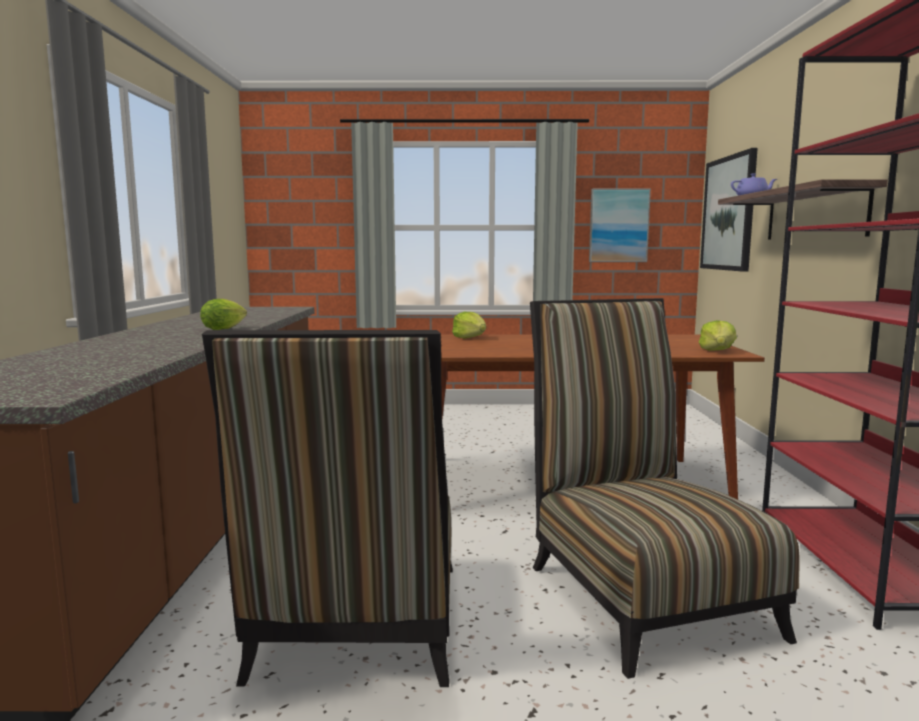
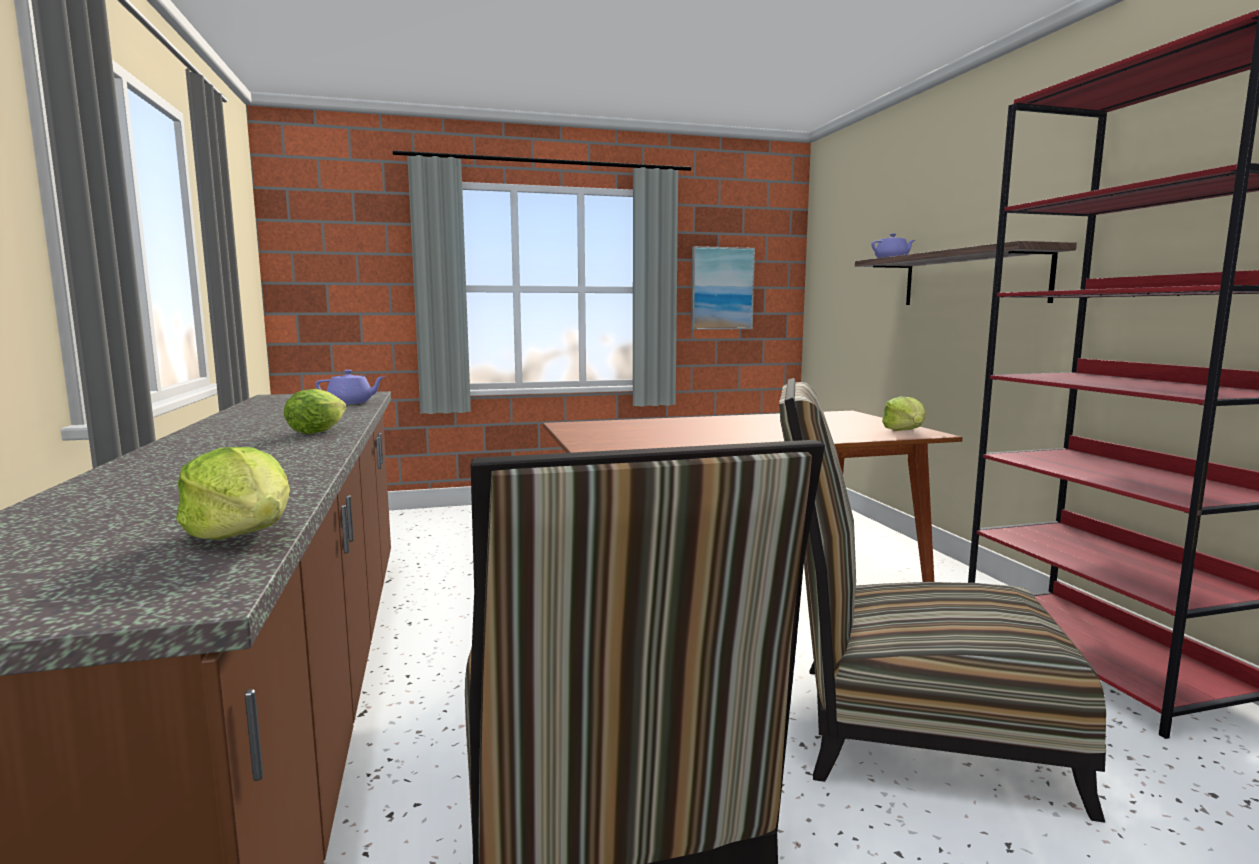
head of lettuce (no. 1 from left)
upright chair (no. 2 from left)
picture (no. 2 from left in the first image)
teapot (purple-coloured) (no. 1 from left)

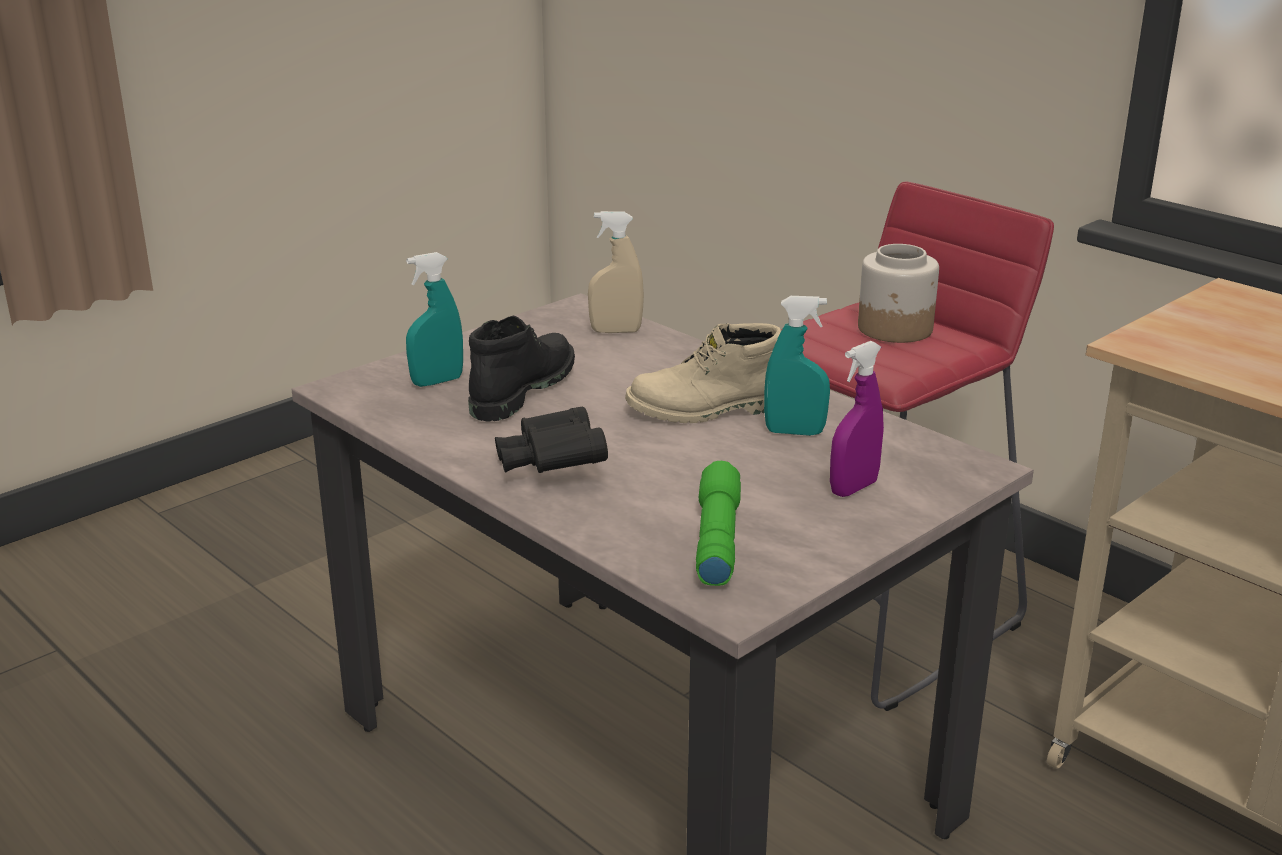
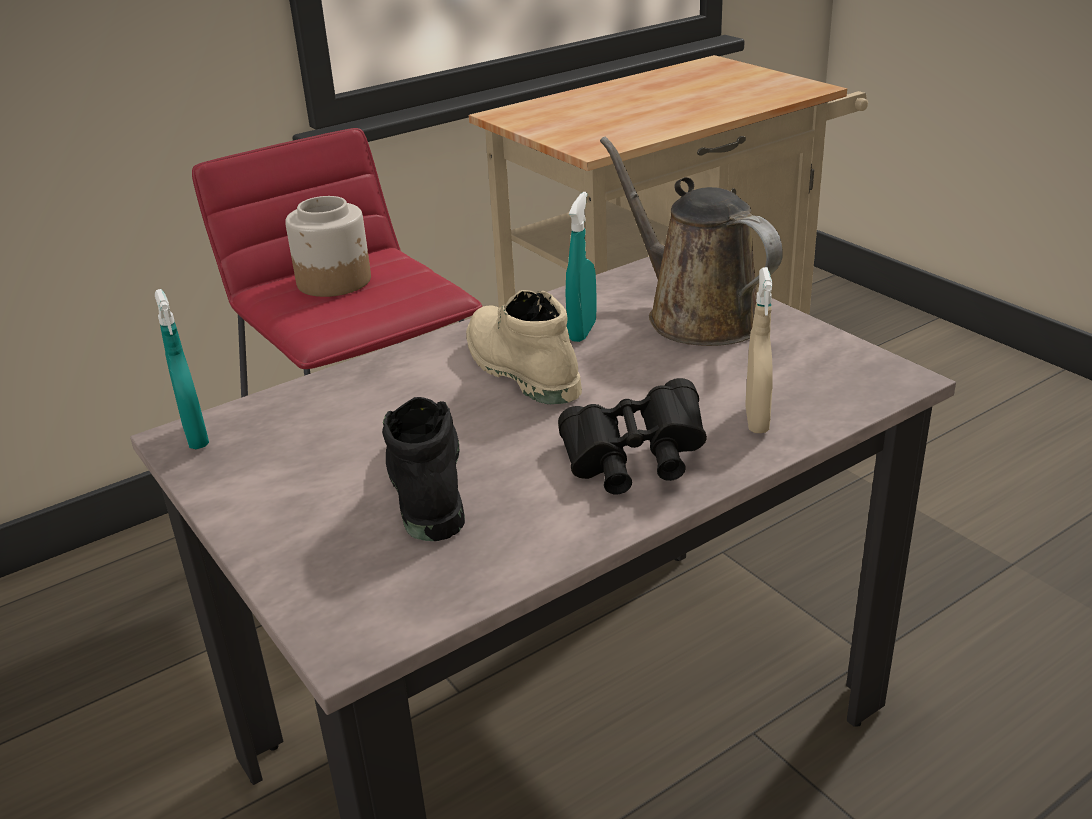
hand sprayer (turquoise-coloured) (no. 1 from left)
tall boot (black-coloured)
hand sprayer (beige-coloured)
tall boot (beige-coloured)
hand torch (green)
watering can (brownish)

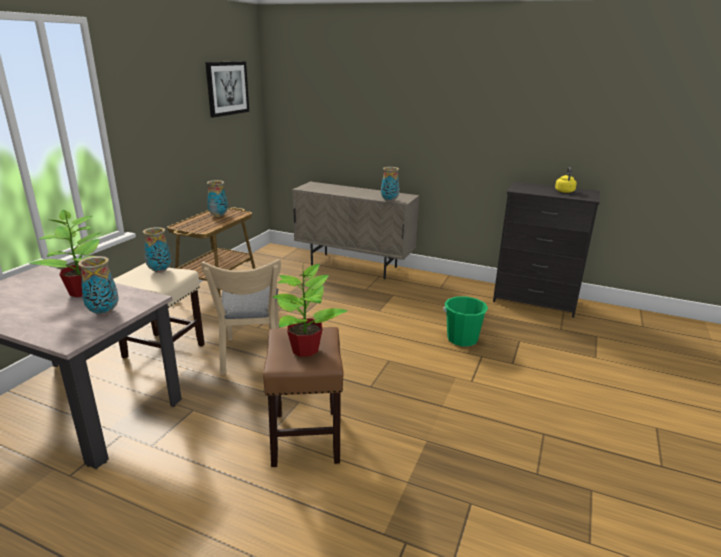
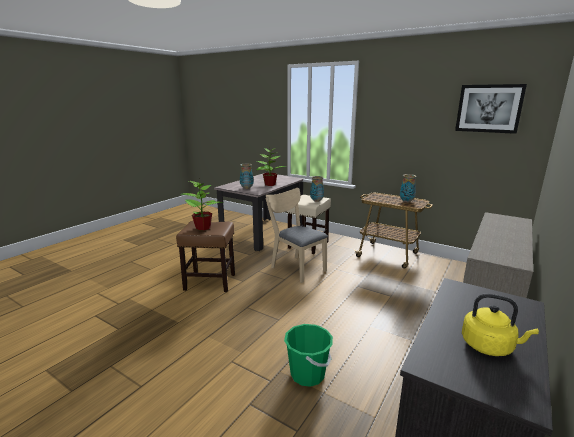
upright chair (beige-coloured)
decorative vase (no. 4 from left in the first image)

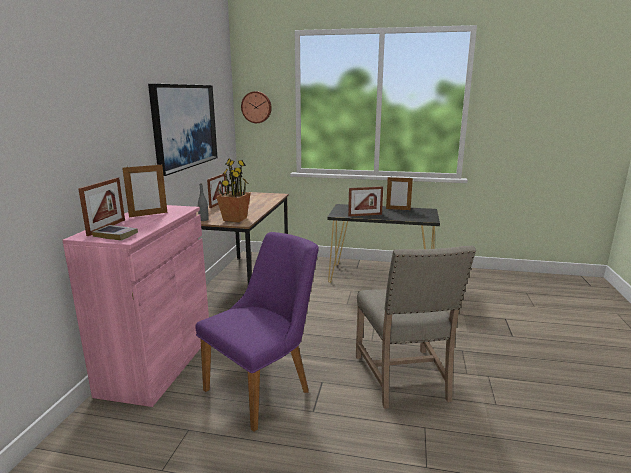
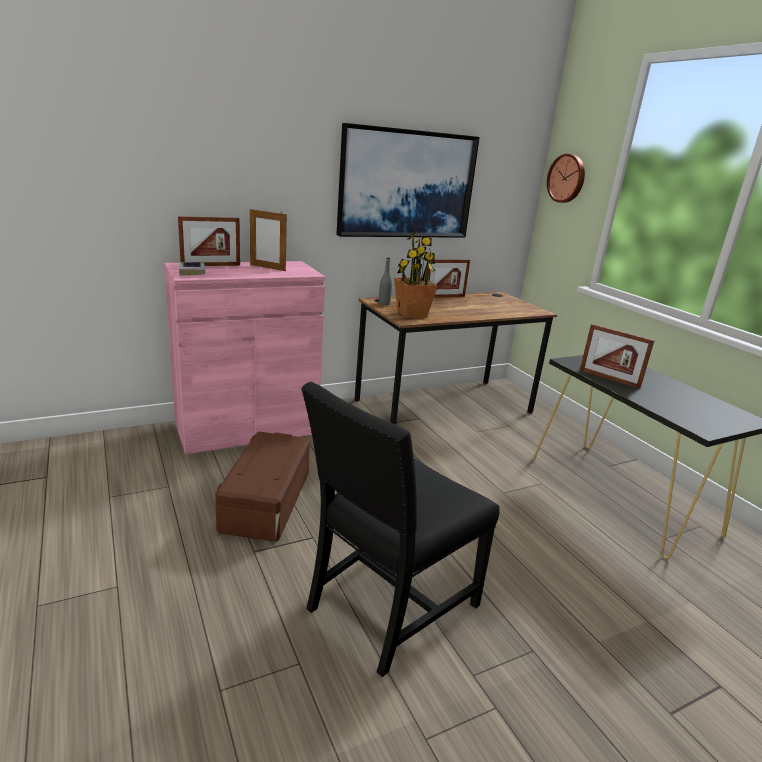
storage box (brownish)
upright chair (black-coloured)
picture frame (no. 5 from left in the first image)

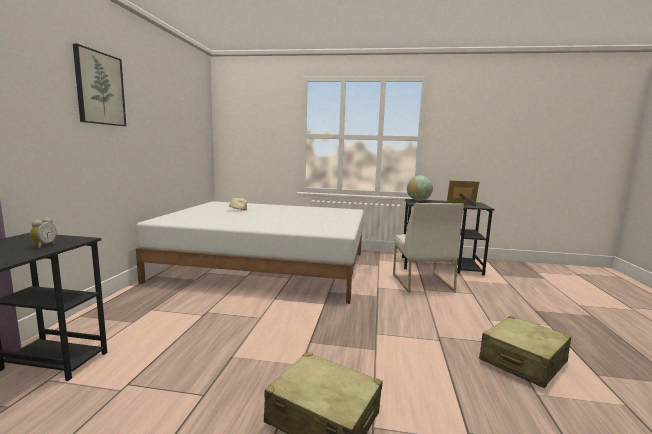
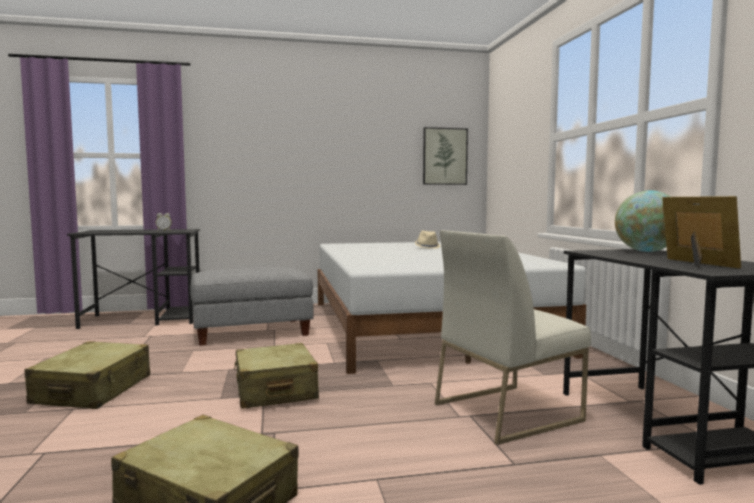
picture
pouffe (gray)
travel case (beige-coloured) (no. 3 from left)

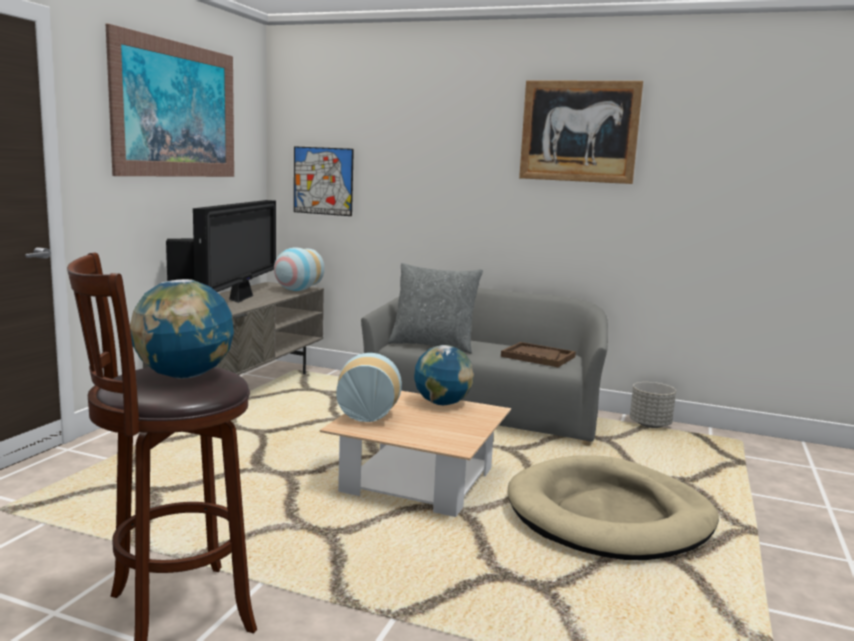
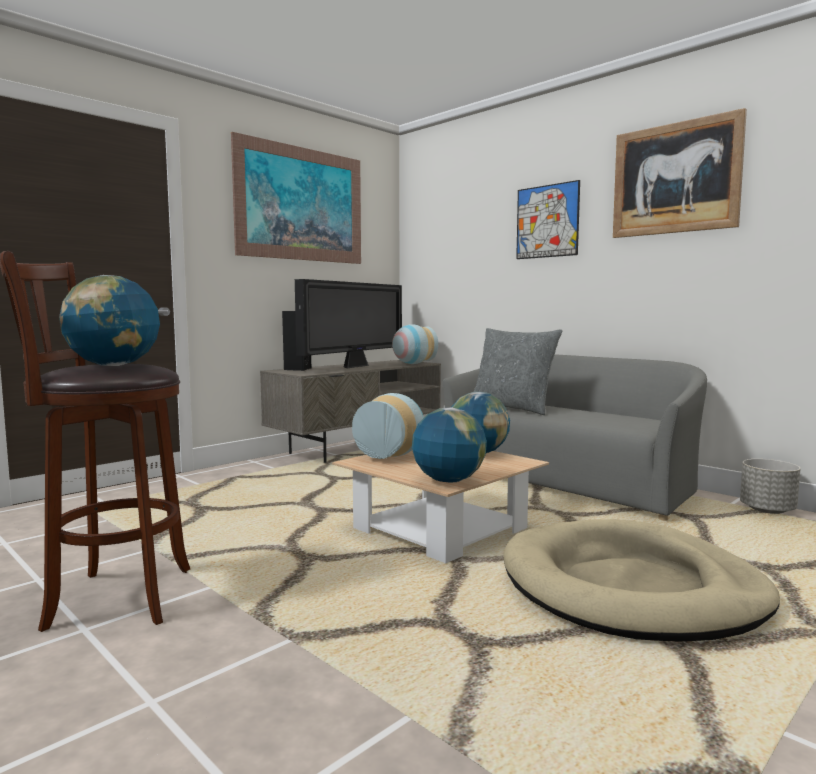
picture (no. 2 from left)
carrying tray (brownish)
desk globe (no. 2 from left)

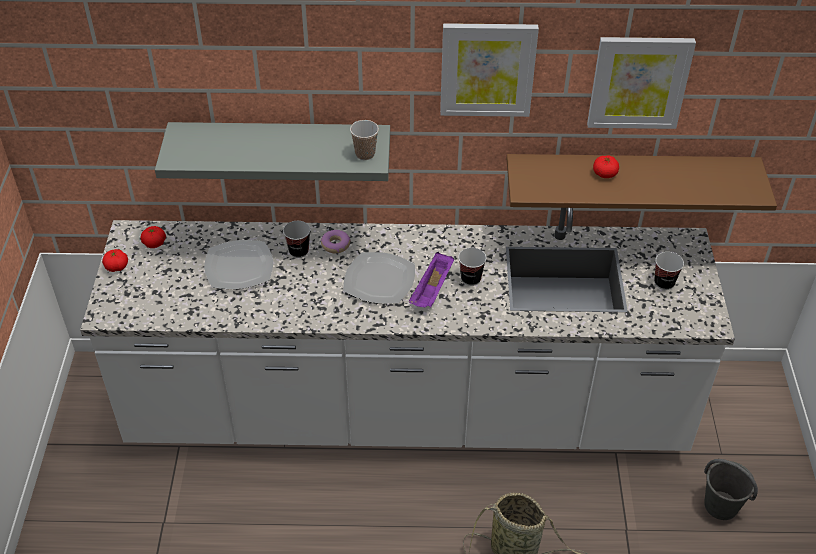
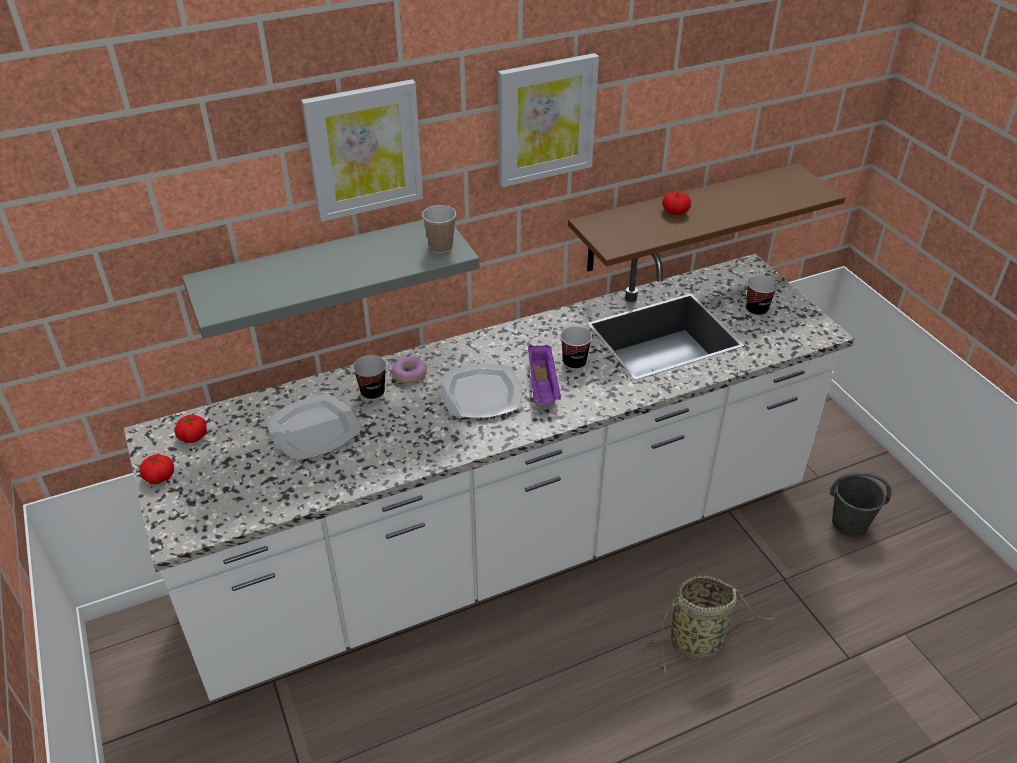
picture (no. 1 from left)

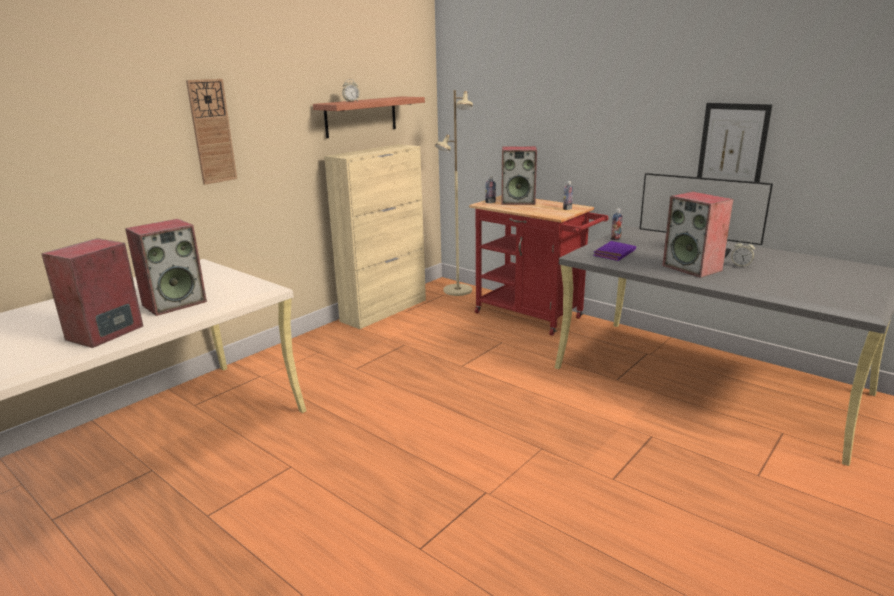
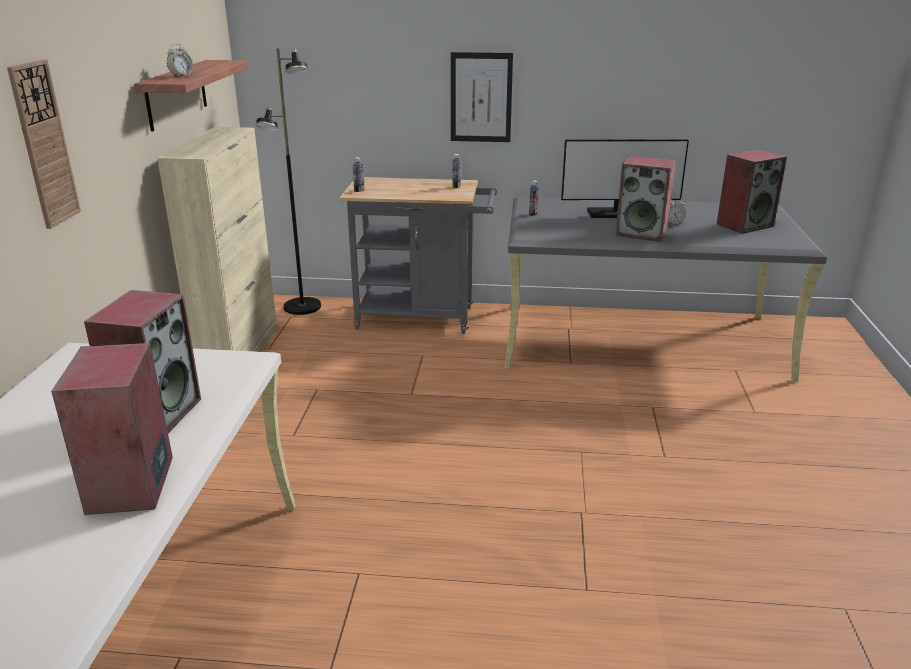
floor lamp (black-coloured)
wheeled cart (gray)
loudspeaker (no. 4 from left)
bound book (purple-coloured)
picture

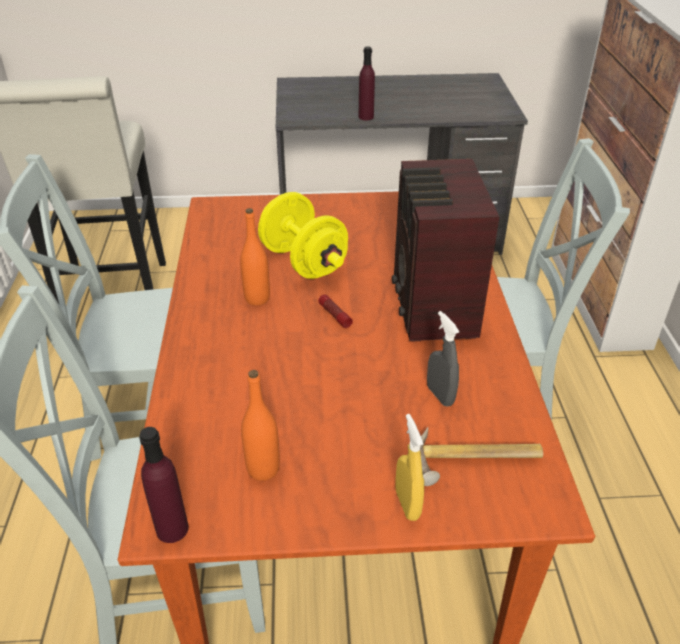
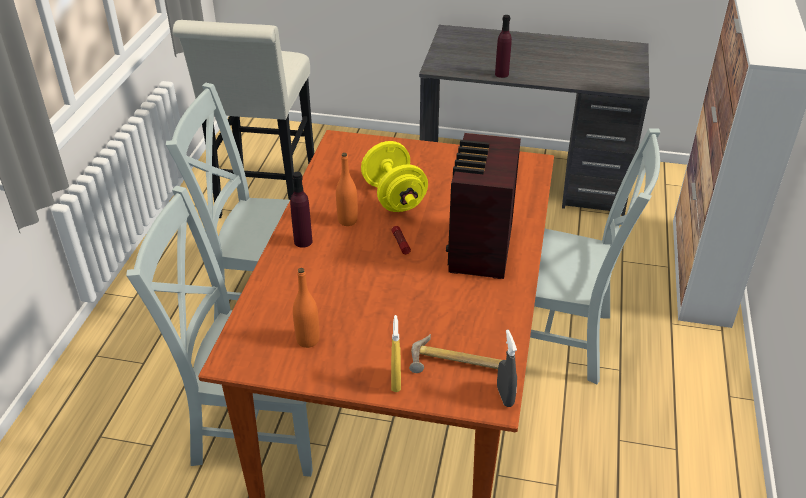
drink bottle (purple-coloured) (no. 1 from left)
hand sprayer (gray)

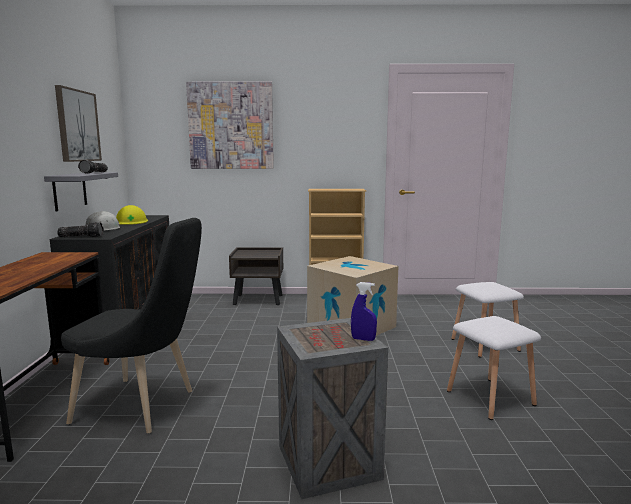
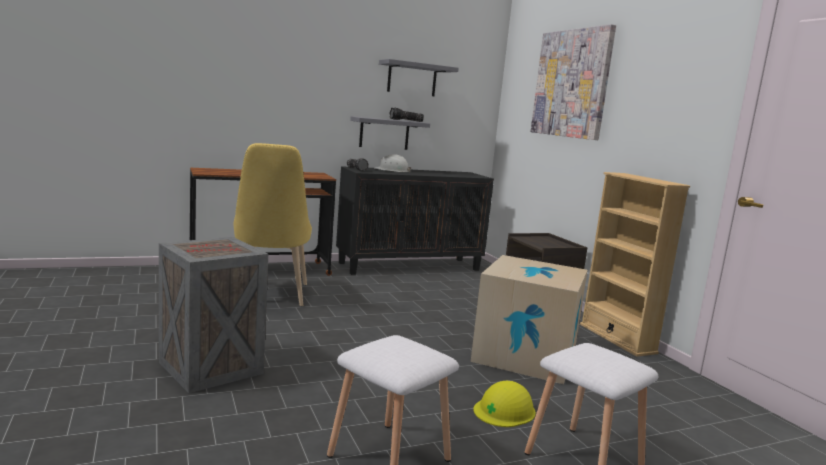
wall shelf (gray) (no. 2 from left)
upright chair (yellow-coloured)
hard hat (yellow-coloured)
hand sprayer (blue)

